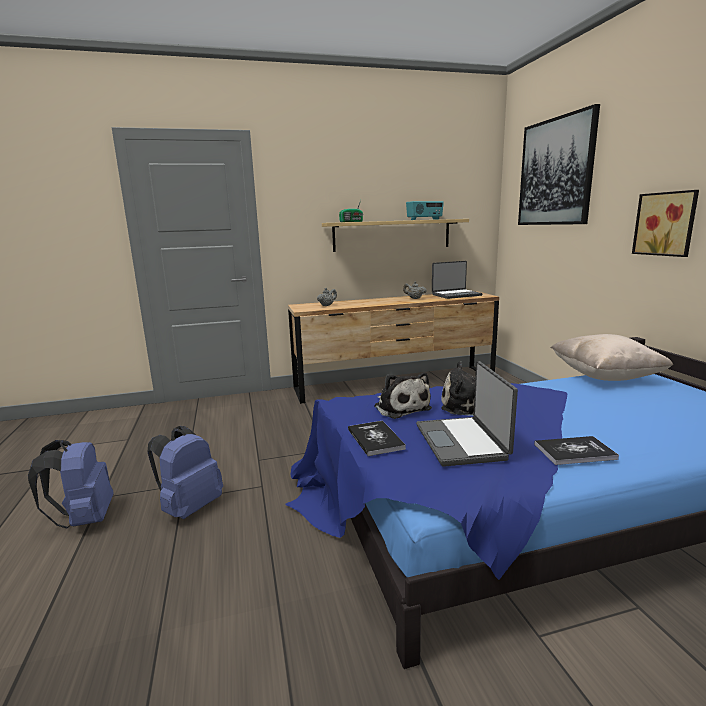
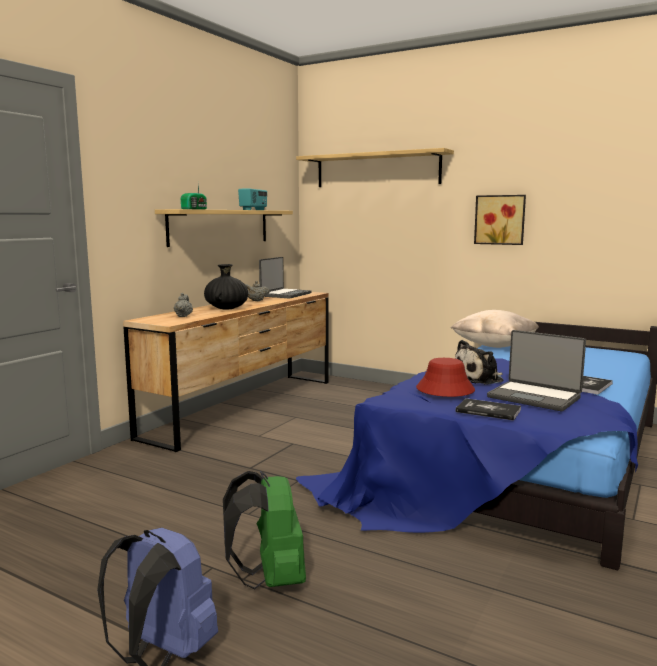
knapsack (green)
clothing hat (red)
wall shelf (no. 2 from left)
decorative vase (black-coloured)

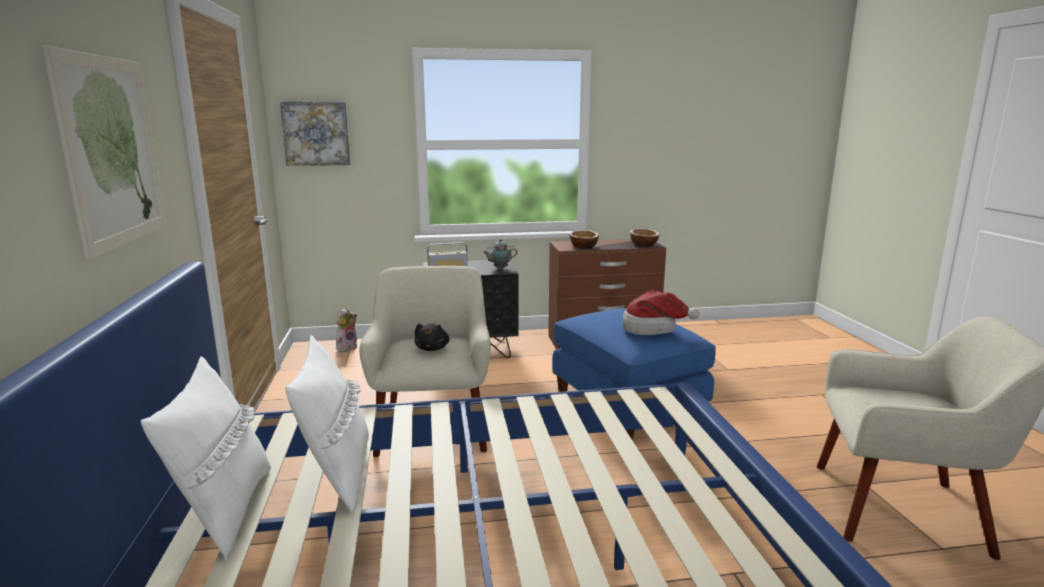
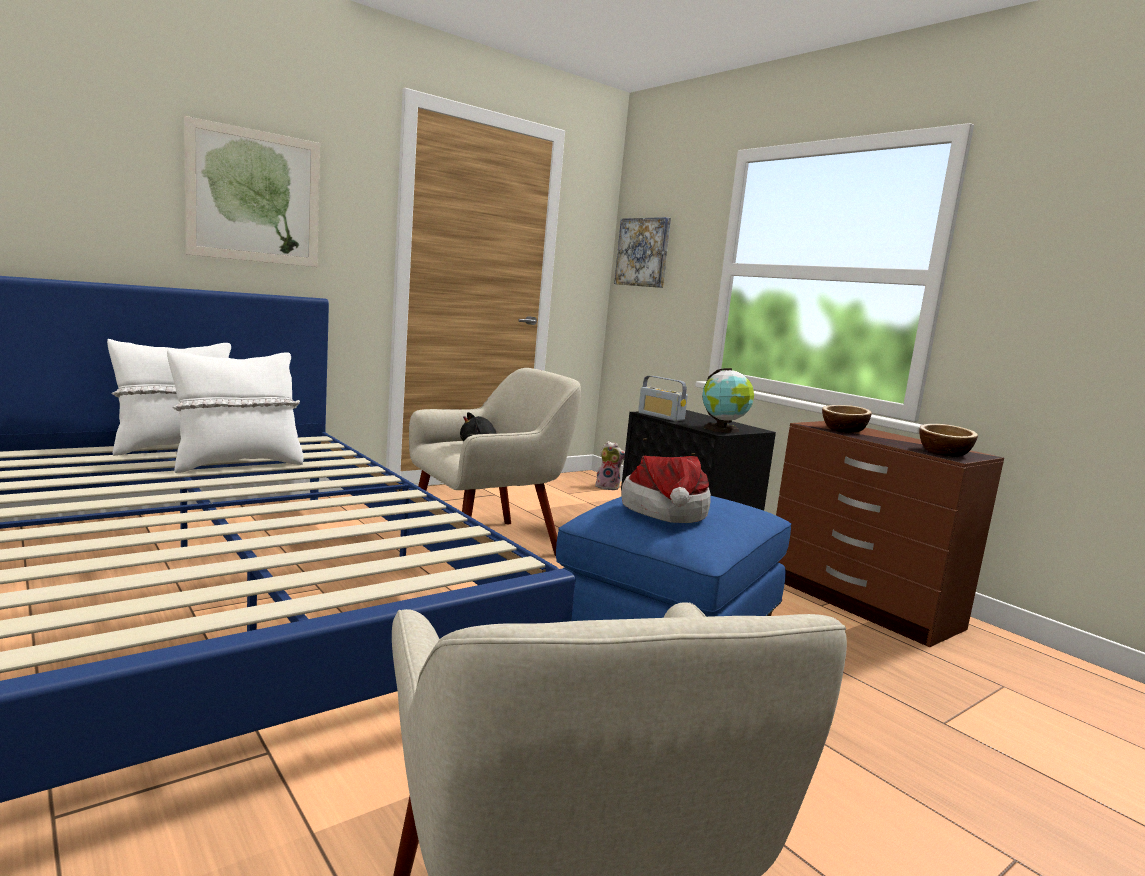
desk globe

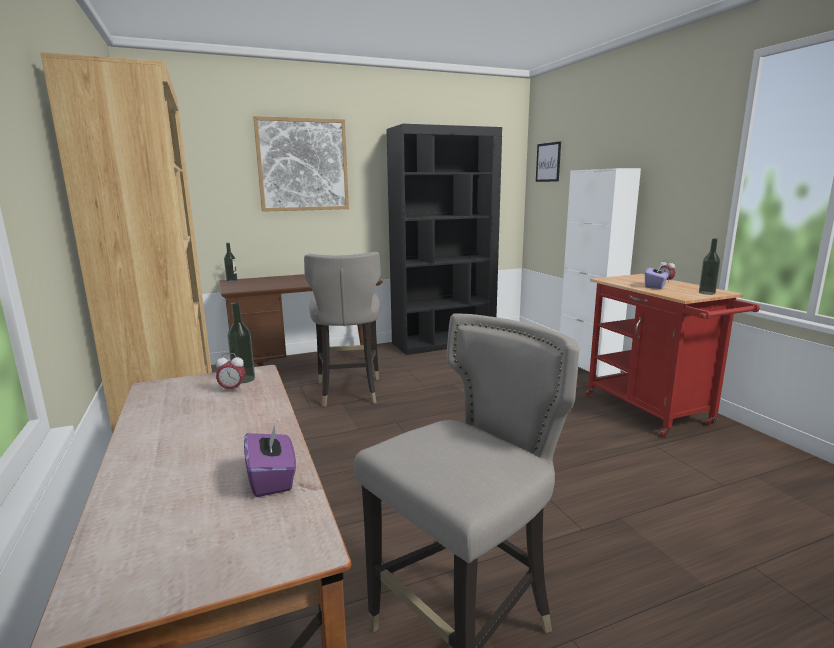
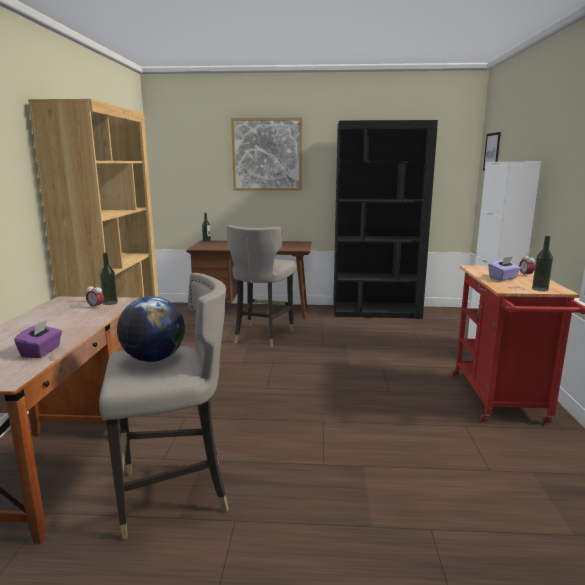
desk globe

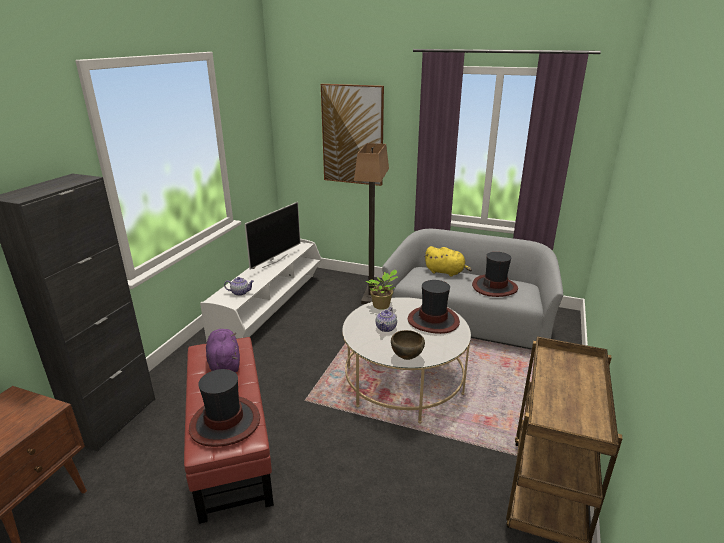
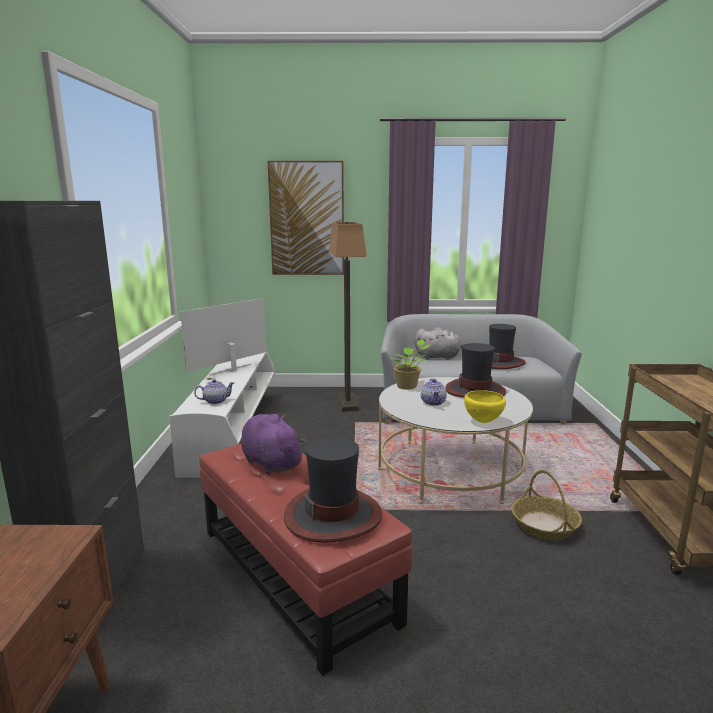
television
bowl (yellow-coloured)
cuddly toy (gray)
basket

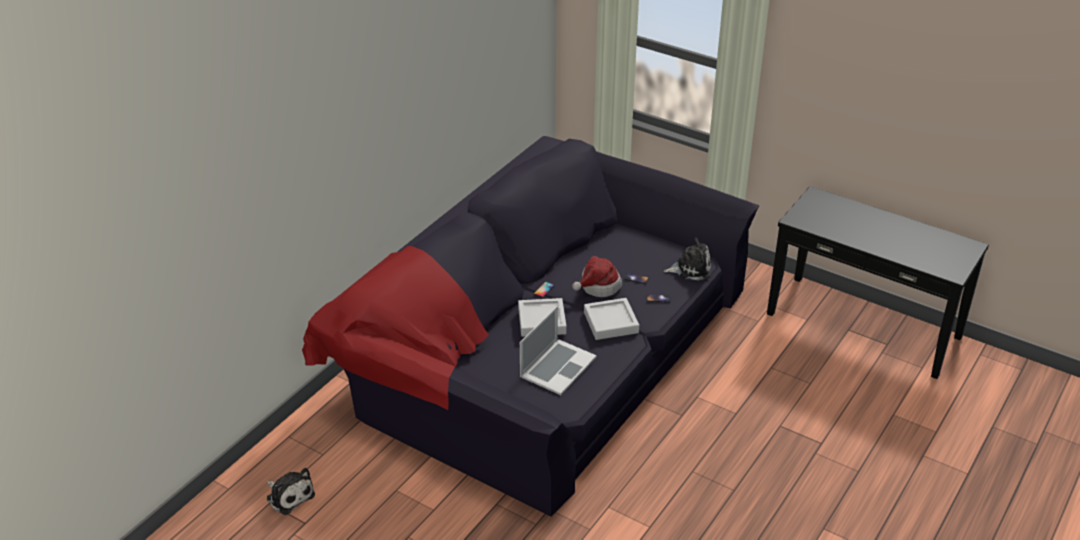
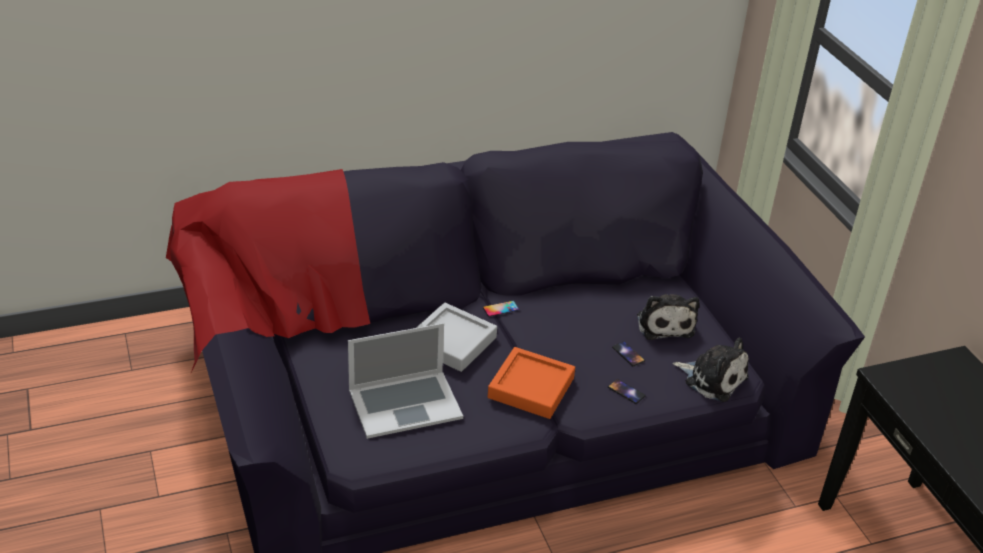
cuddly toy (no. 1 from left)
clothing hat
carrying tray (orange-coloured)

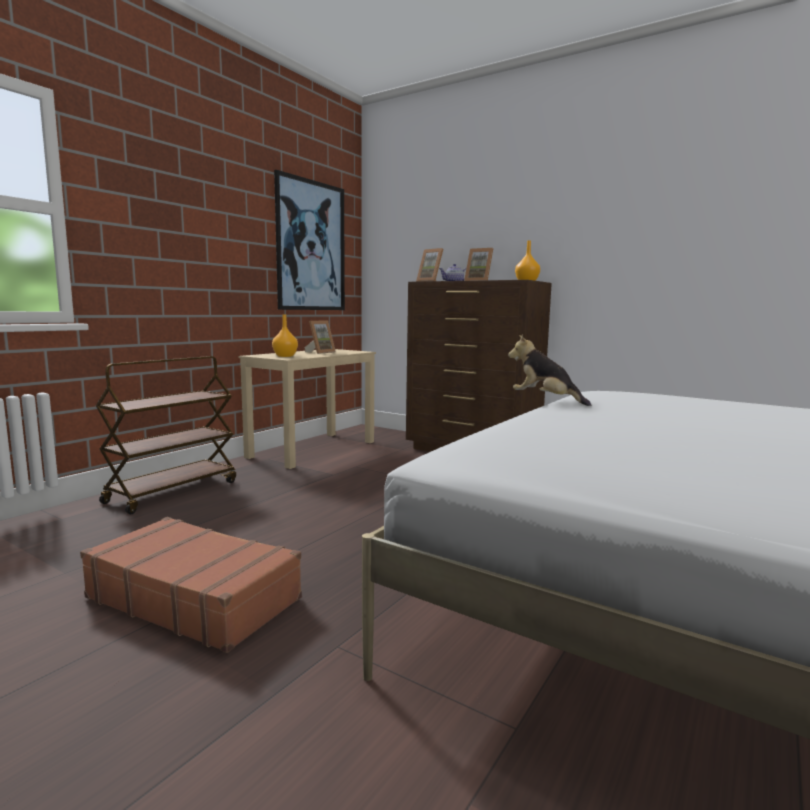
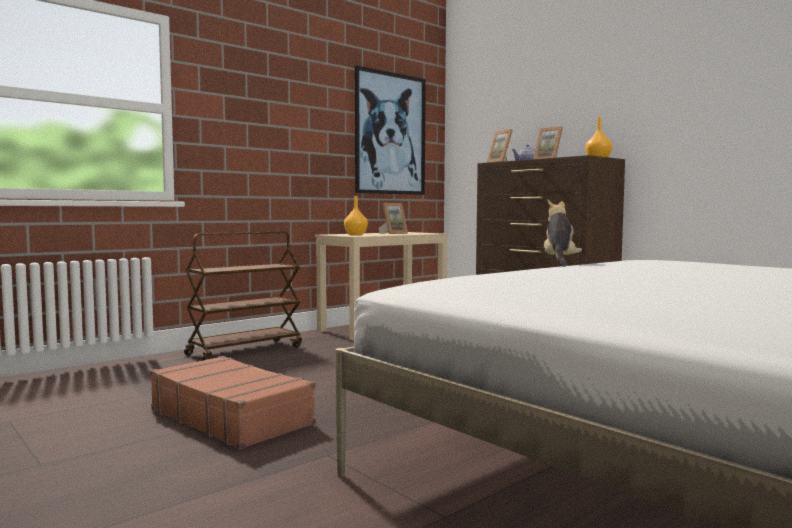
cuddly toy

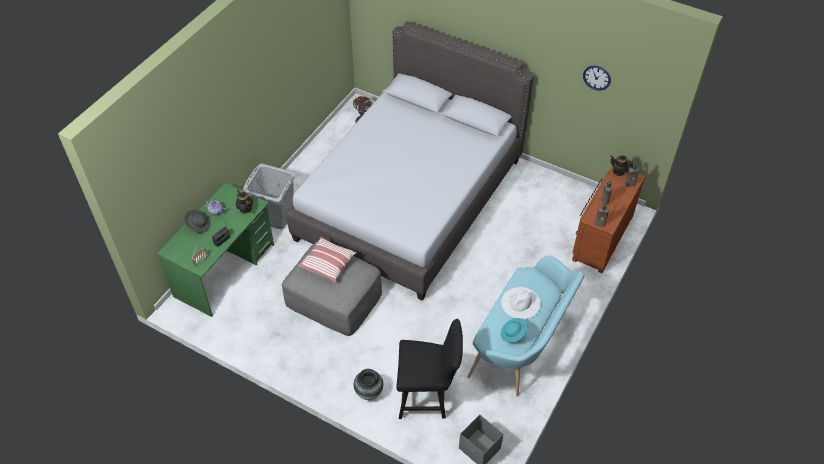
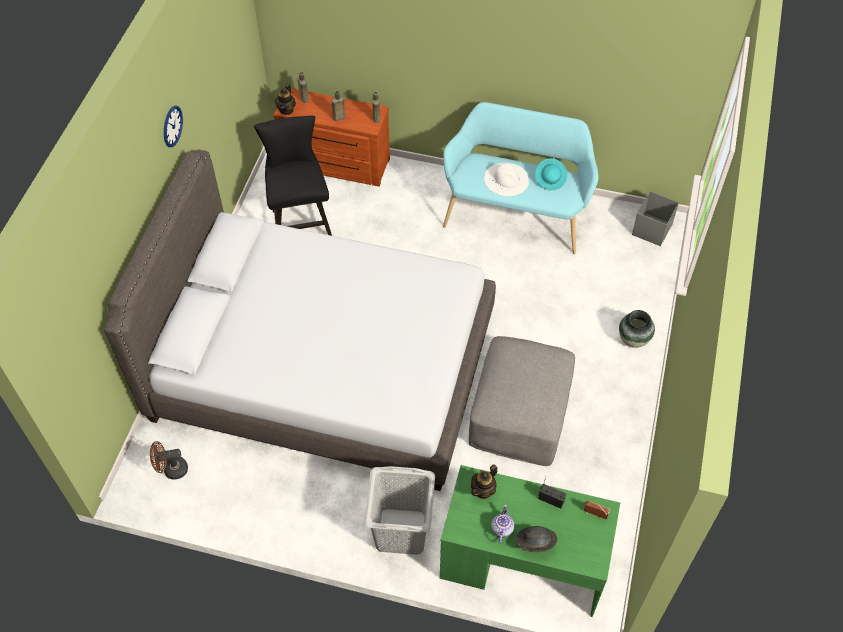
throw pillow
upright chair (black-coloured)
clock on the wall

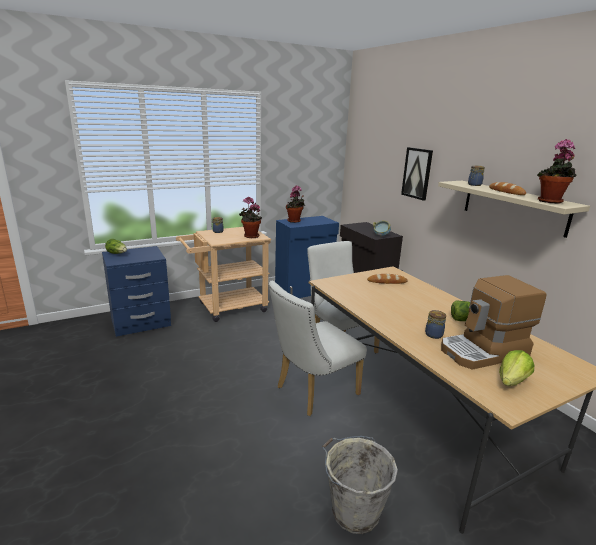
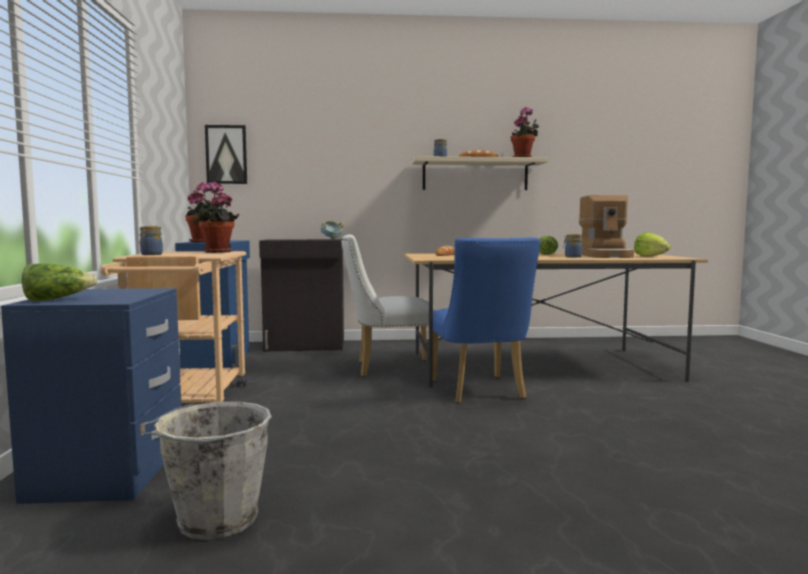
upright chair (blue)
pail (gray)
picture

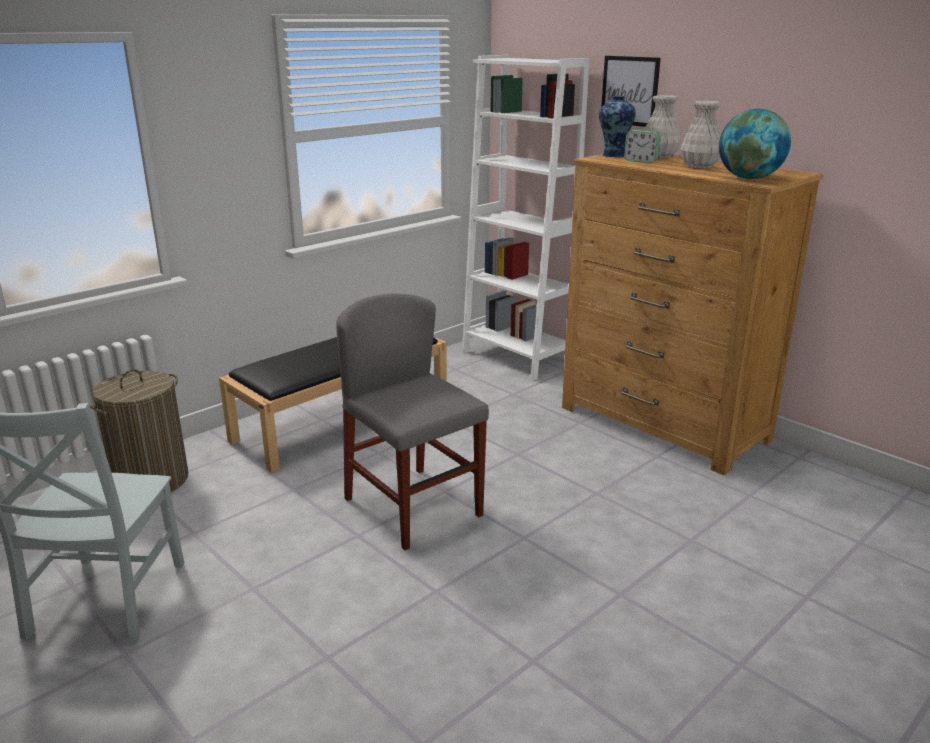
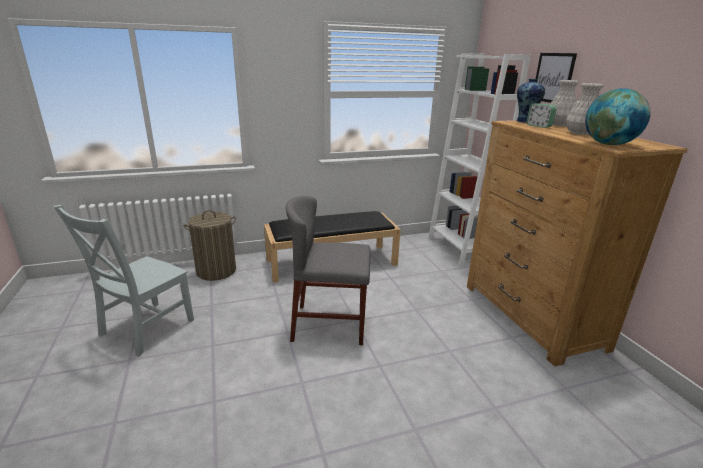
upright chair (gray) (no. 2 from left)

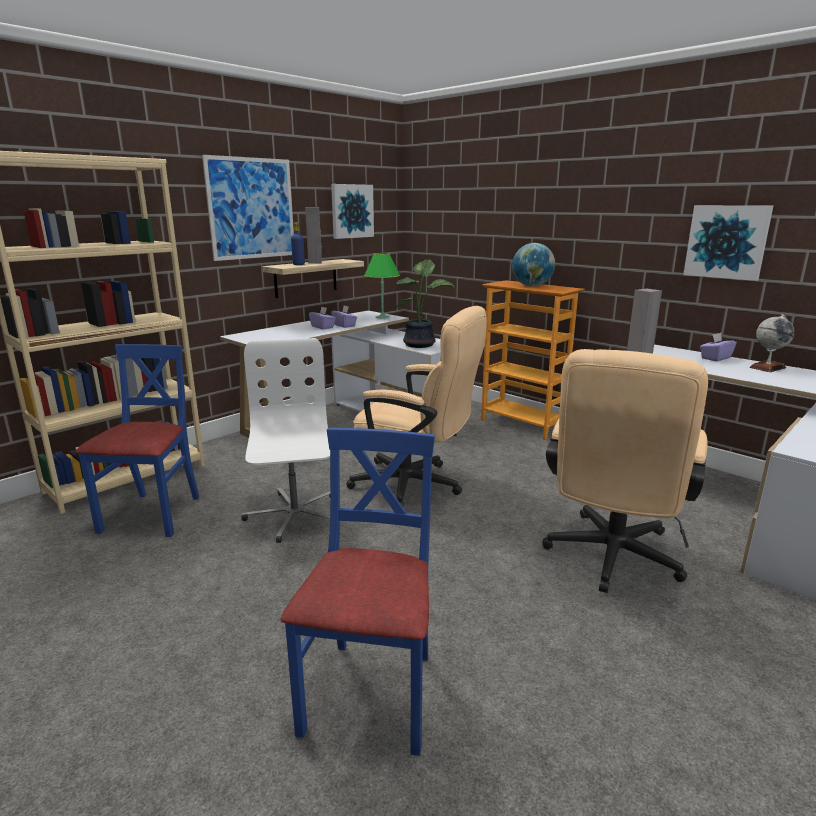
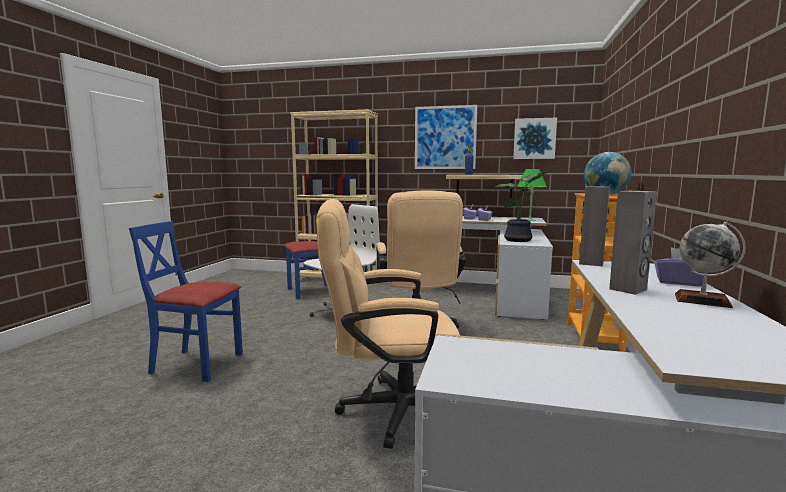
upright chair (blue) (no. 1 from left)
loudspeaker (gray) (no. 2 from left)
picture (no. 3 from left in the first image)

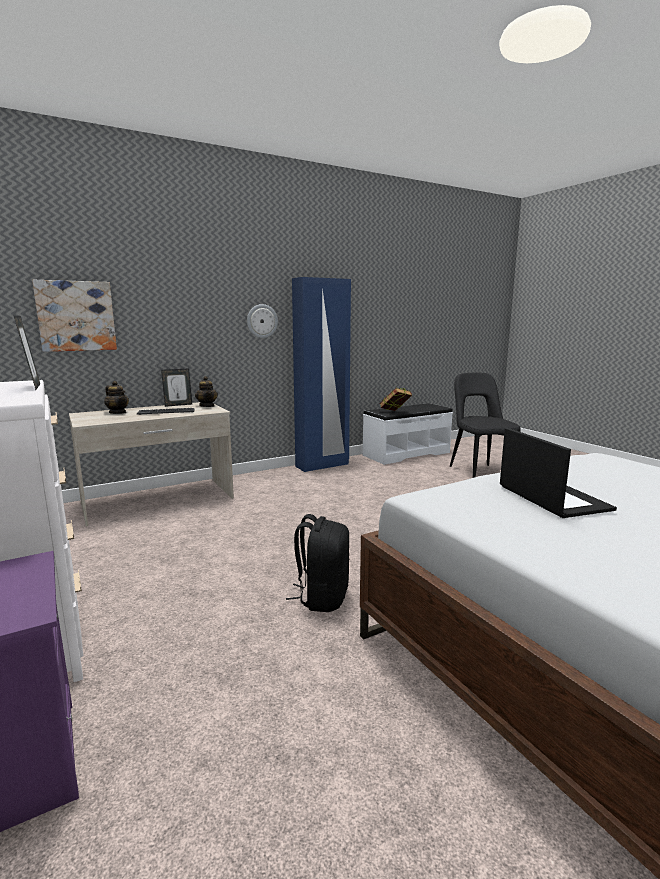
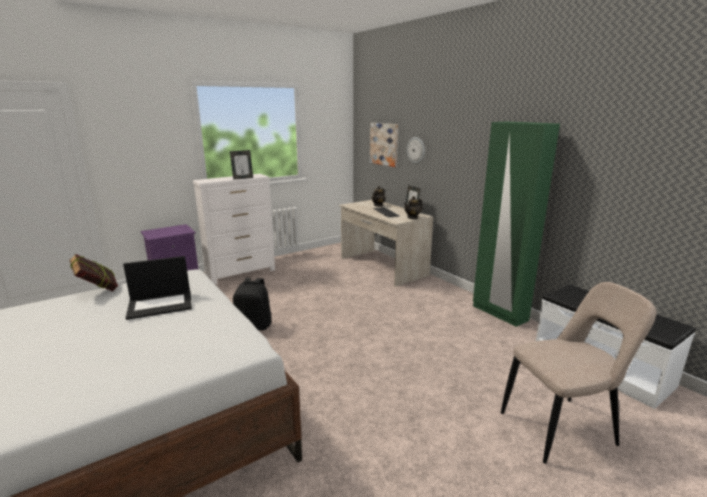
clock on the wall
armoire (green)
bound book
upright chair (beige-coloured)

